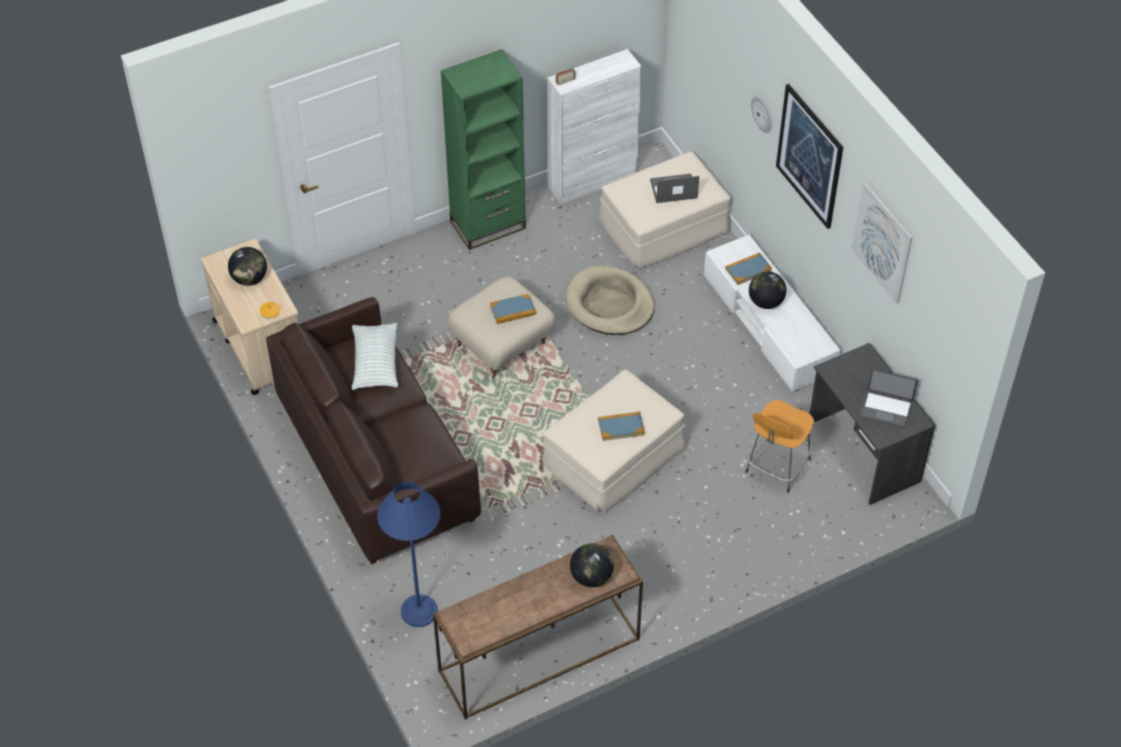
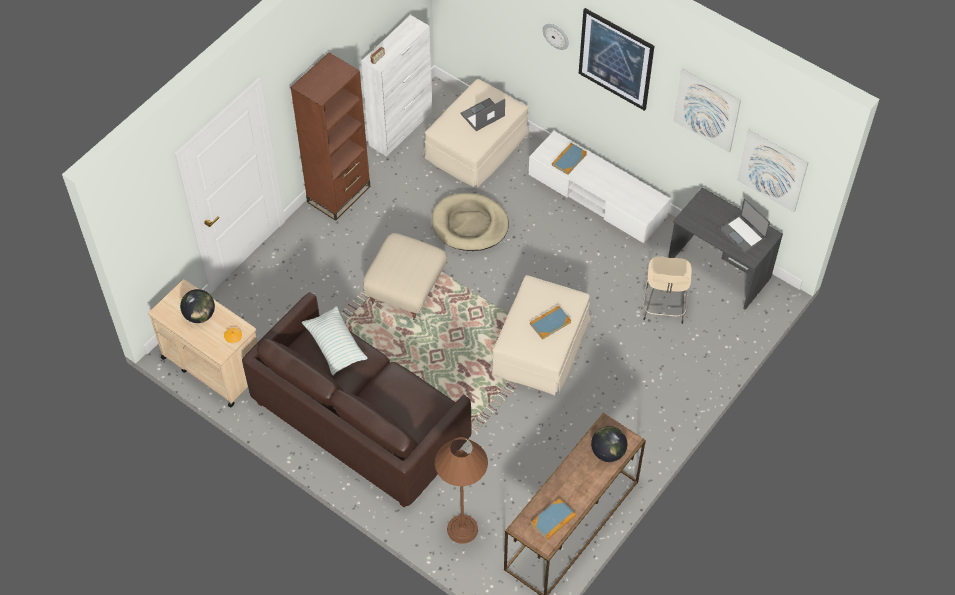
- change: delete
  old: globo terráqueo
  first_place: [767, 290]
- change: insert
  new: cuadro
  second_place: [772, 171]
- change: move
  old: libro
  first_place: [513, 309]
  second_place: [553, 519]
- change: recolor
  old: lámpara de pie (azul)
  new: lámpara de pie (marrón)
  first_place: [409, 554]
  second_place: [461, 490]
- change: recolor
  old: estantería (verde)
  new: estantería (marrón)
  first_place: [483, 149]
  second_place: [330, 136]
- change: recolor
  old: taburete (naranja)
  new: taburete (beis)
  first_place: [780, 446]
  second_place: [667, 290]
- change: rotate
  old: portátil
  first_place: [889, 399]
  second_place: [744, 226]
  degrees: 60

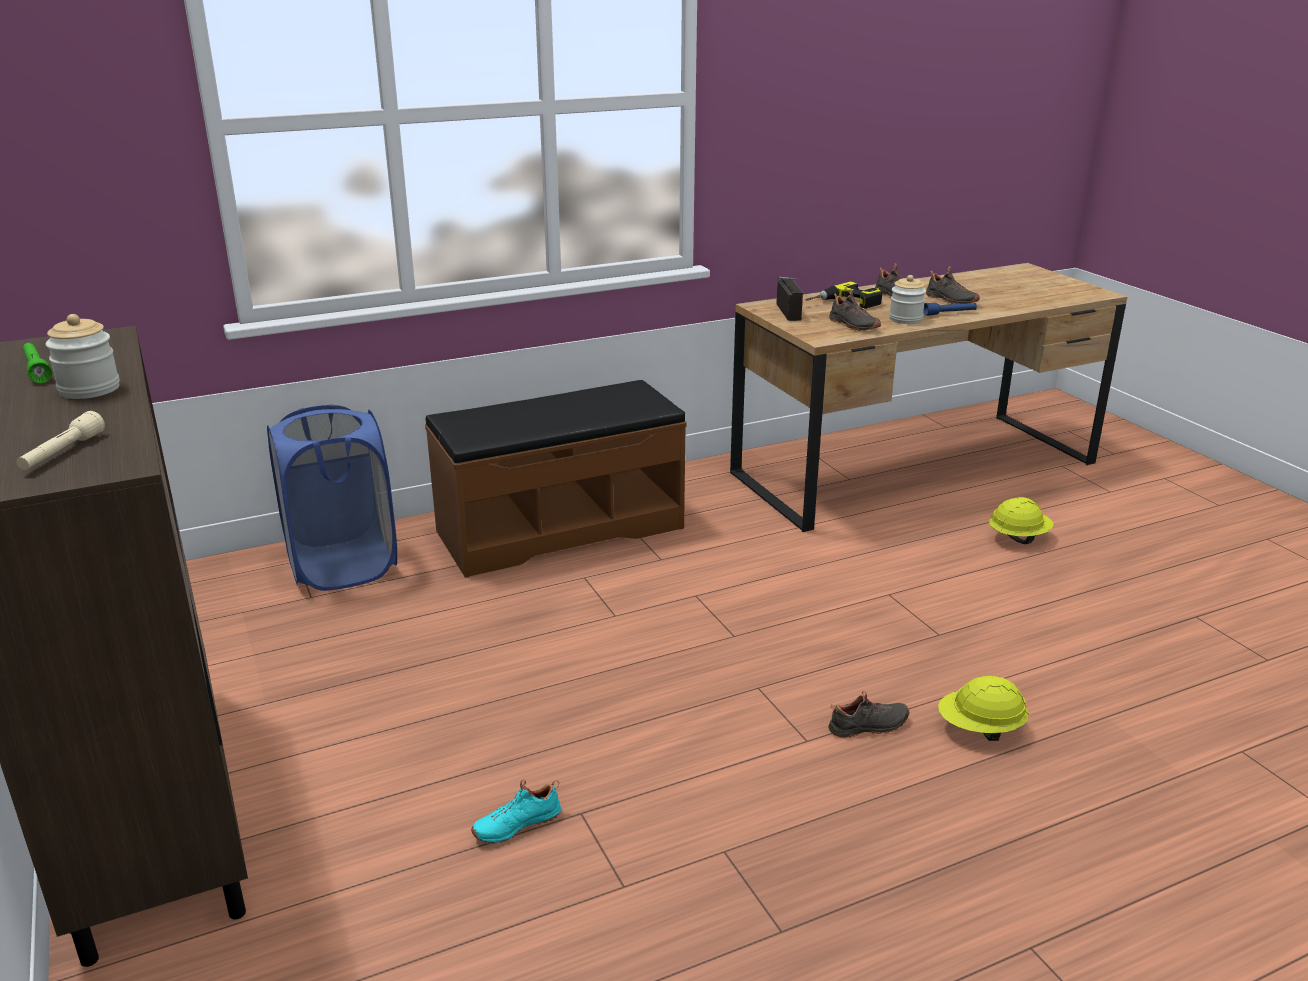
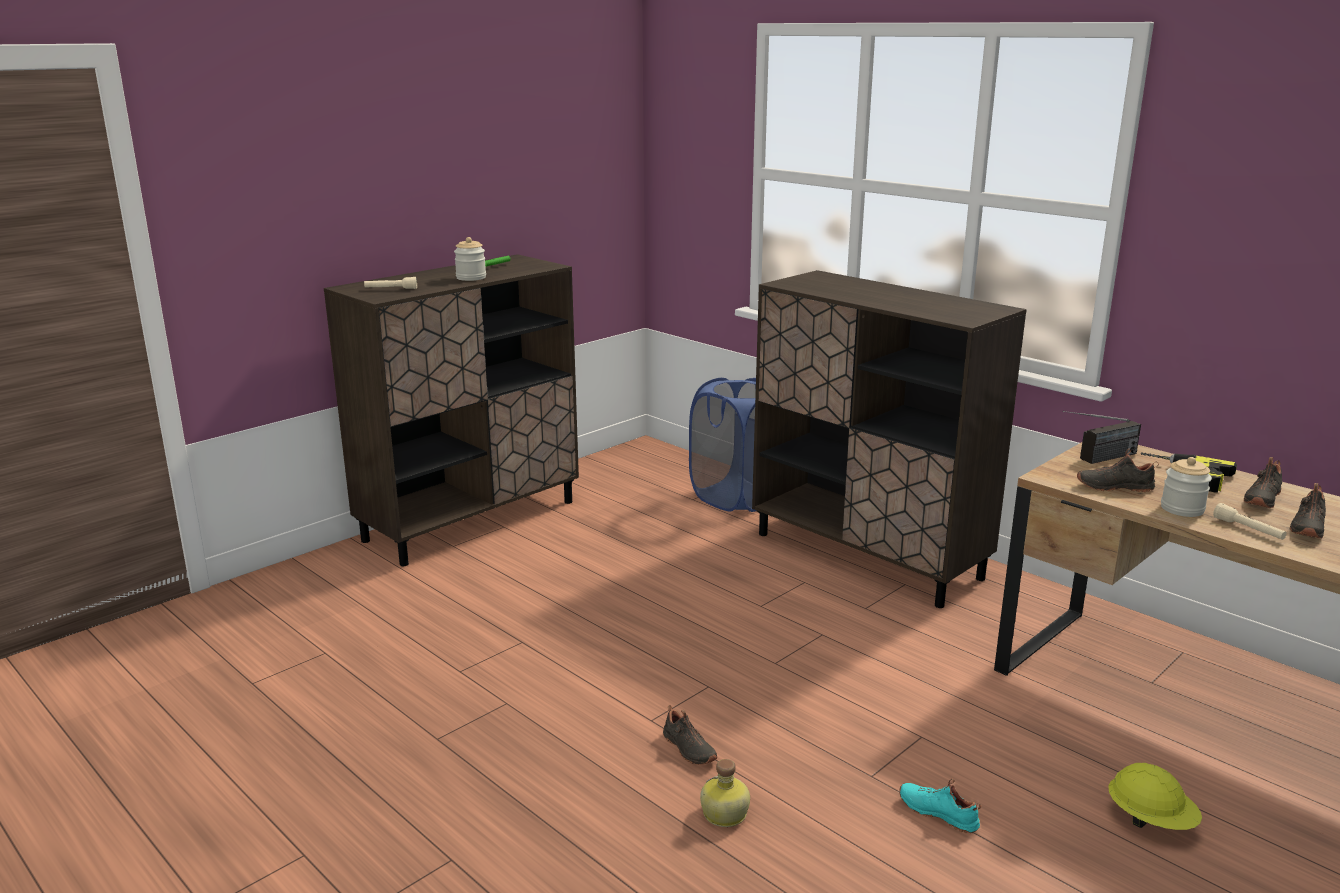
- change: move
  old: zapato (turquesa)
  first_place: [516, 811]
  second_place: [940, 806]
- change: replace
  old: banco (marrón)
  new: armario (marrón)
  first_place: [556, 479]
  second_place: [889, 439]
- change: replace
  old: casco (amarillo)
  new: botella
  first_place: [983, 708]
  second_place: [725, 793]
- change: recolor
  old: linterna (azul)
  new: linterna (beis)
  first_place: [950, 309]
  second_place: [1250, 521]
- change: rotate
  old: zapato (negro)
  first_place: [855, 310]
  second_place: [1118, 470]
  degrees: 60

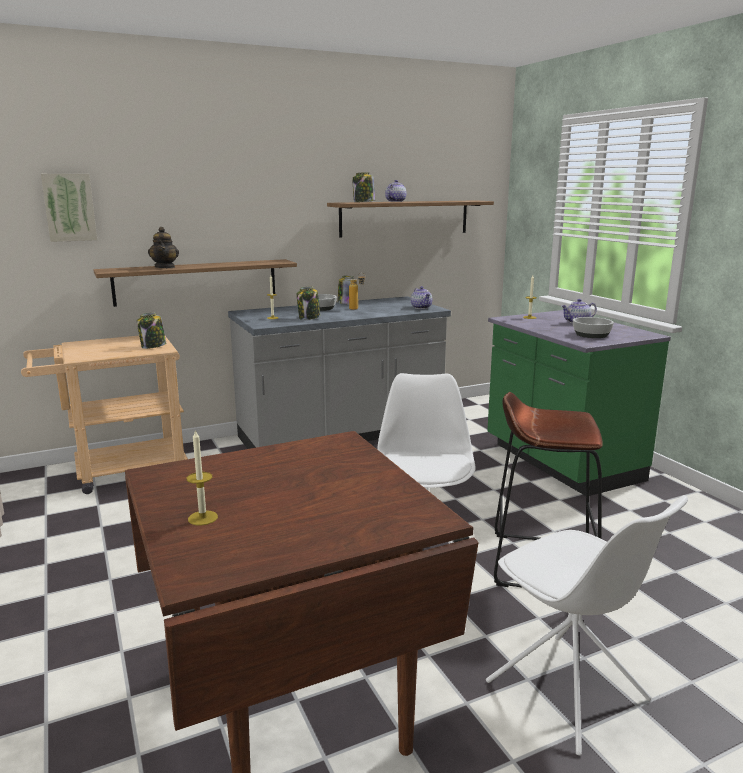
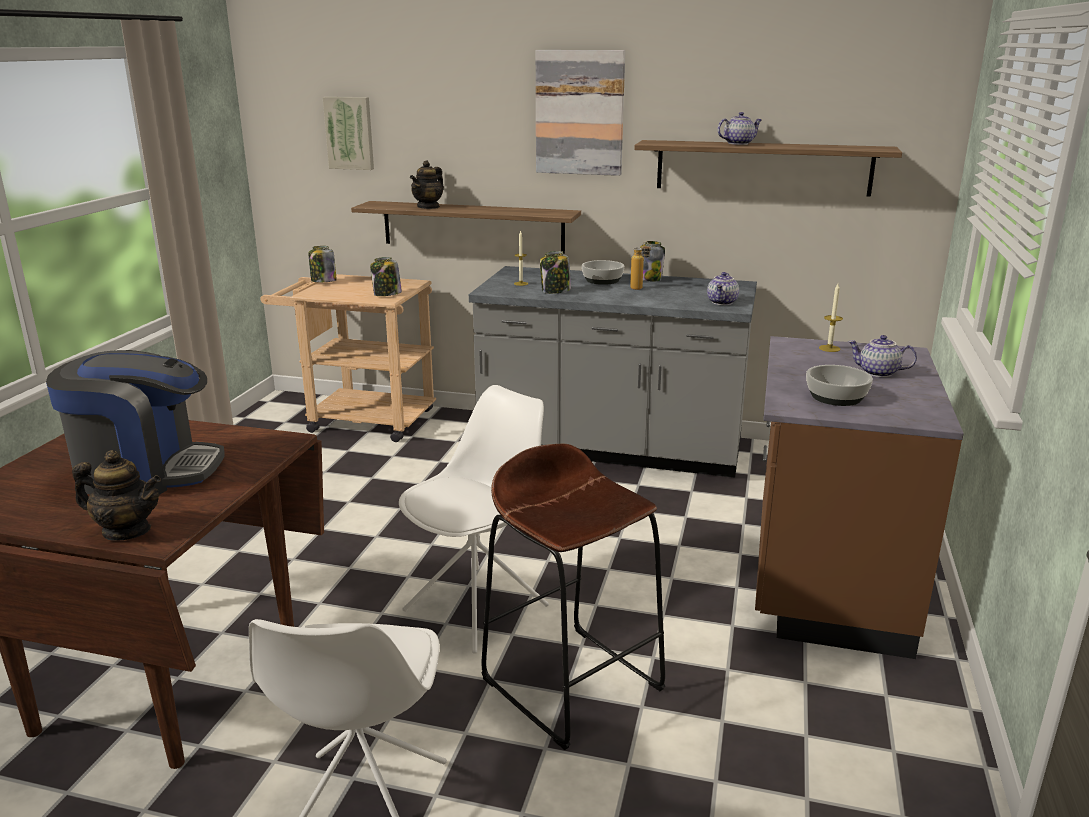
- change: delete
  old: vela
  first_place: [202, 477]
- change: insert
  new: cafetera
  second_place: [135, 422]
- change: insert
  new: tetera
  second_place: [116, 495]
- change: insert
  new: cuadro
  second_place: [580, 113]
- change: move
  old: tarro
  first_place: [363, 187]
  second_place: [323, 264]
- change: recolor
  old: mueble bajo de cocina (verde)
  new: mueble bajo de cocina (marrón)
  first_place: [579, 403]
  second_place: [859, 497]

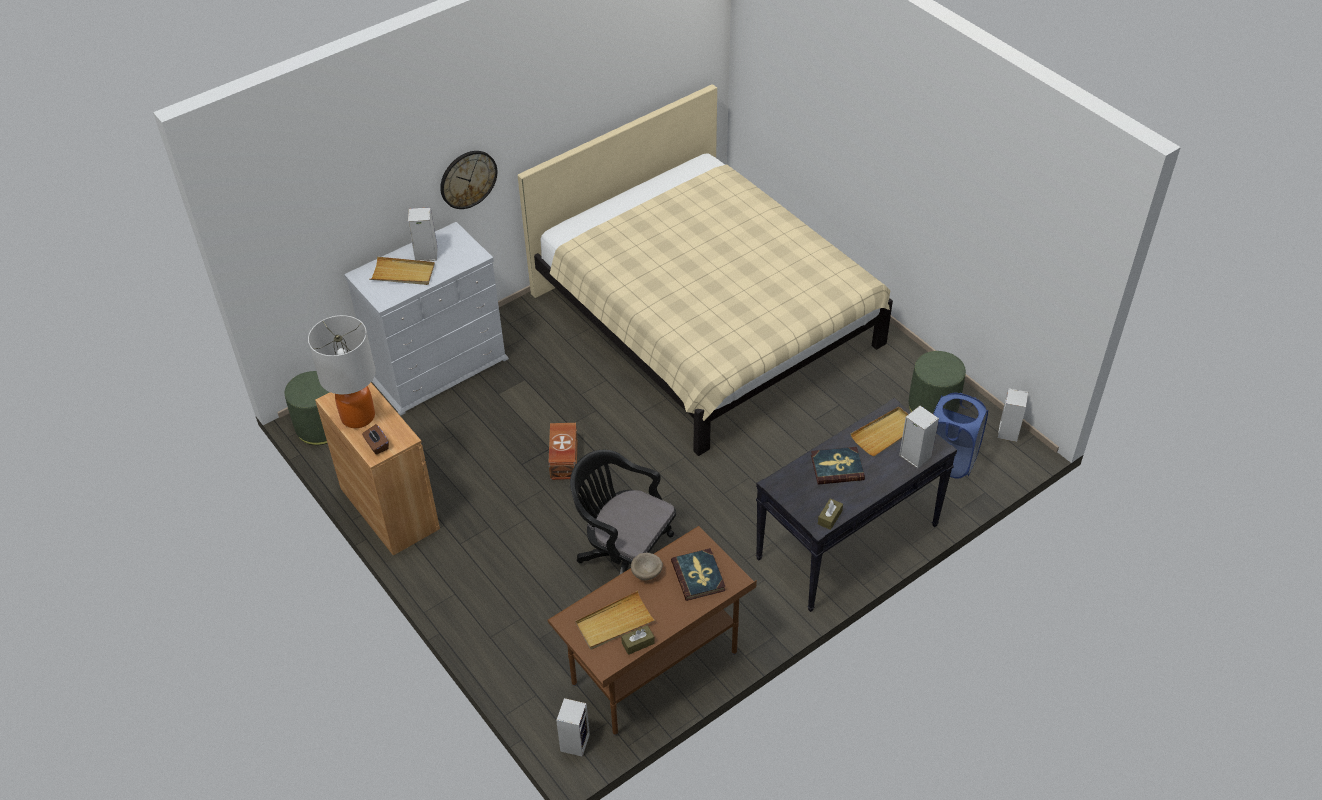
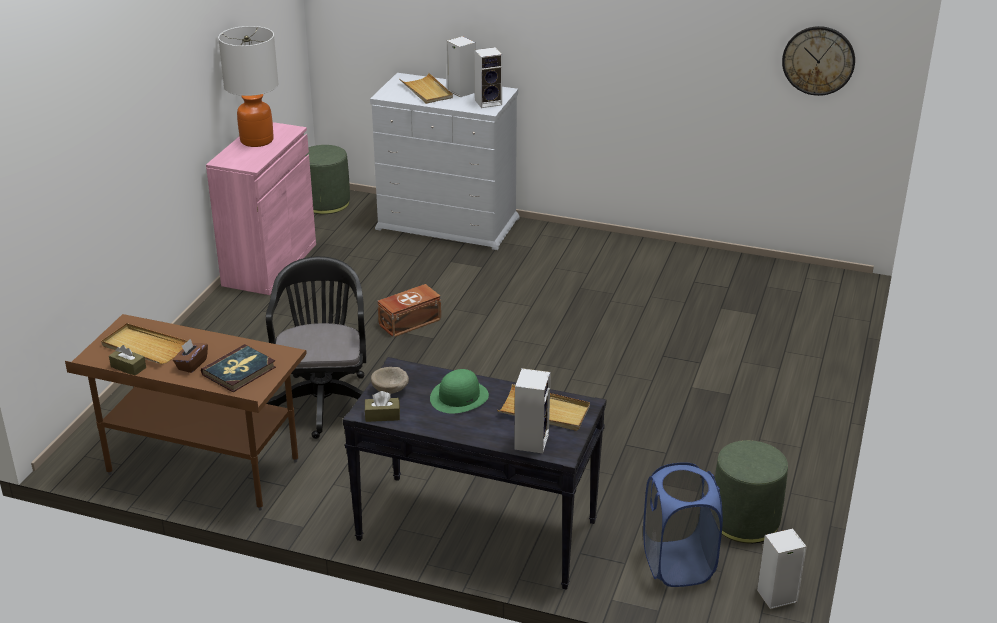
- change: delete
  old: cama (beis)
  first_place: [705, 270]
- change: move
  old: caja de pañuelos (marrón)
  first_place: [375, 439]
  second_place: [190, 356]
- change: move
  old: reloj de pared
  first_place: [468, 180]
  second_place: [818, 61]
- change: move
  old: altavoz
  first_place: [573, 727]
  second_place: [488, 77]
- change: move
  old: cuenco (beis)
  first_place: [647, 566]
  second_place: [390, 380]
- change: replace
  old: libro
  new: sombrero (verde)
  first_place: [838, 466]
  second_place: [459, 391]
- change: recolor
  old: armario (marrón)
  new: armario (rosa)
  first_place: [377, 469]
  second_place: [261, 208]

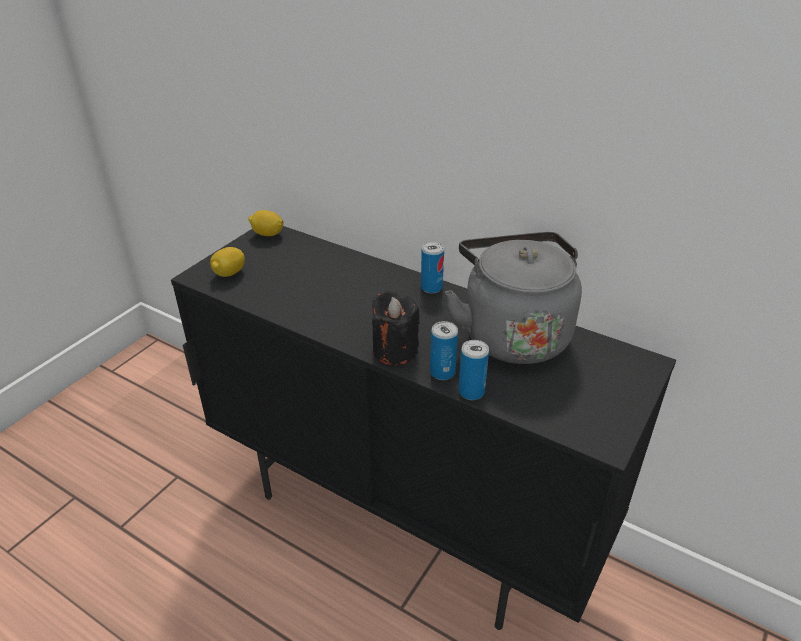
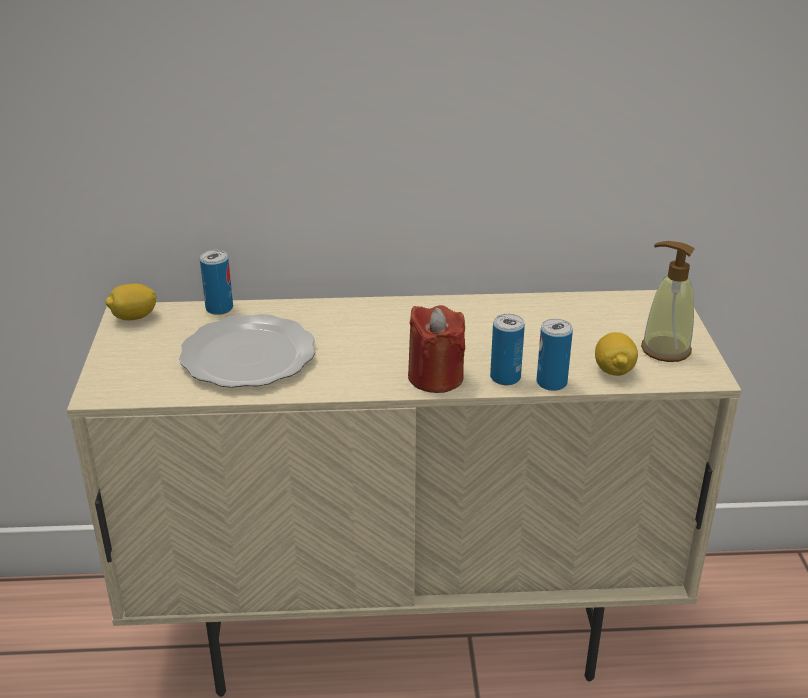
- change: delete
  old: hervidor (gris)
  first_place: [513, 298]
- change: insert
  new: plato
  second_place: [247, 351]
- change: insert
  new: dispensador de jabón
  second_place: [668, 301]
- change: move
  old: limón
  first_place: [227, 262]
  second_place: [616, 354]
- change: move
  old: lata
  first_place: [432, 267]
  second_place: [216, 282]
- change: recolor
  old: armario (negro)
  new: armario (beis)
  first_place: [423, 428]
  second_place: [404, 493]
- change: recolor
  old: vela (negro)
  new: vela (rojo)
  first_place: [396, 327]
  second_place: [436, 349]

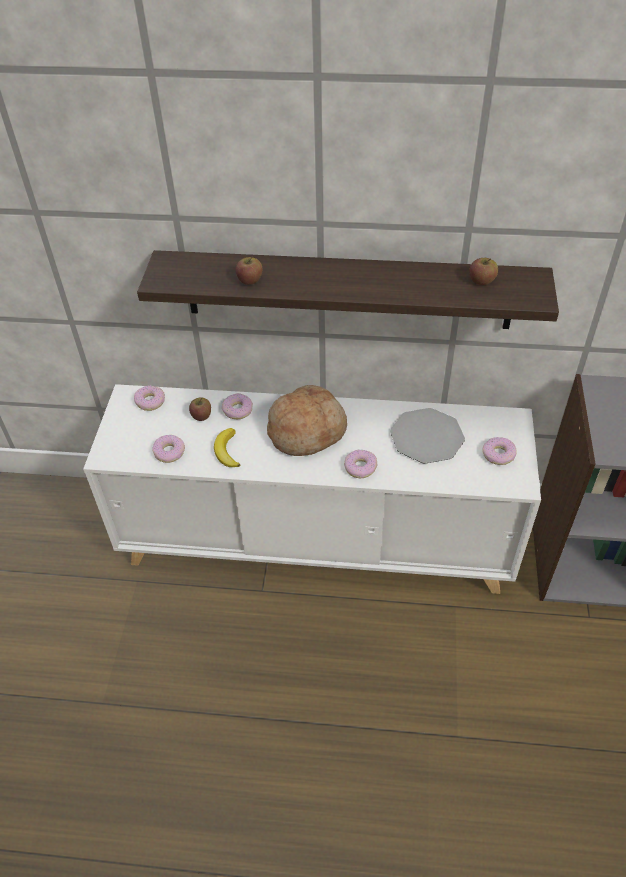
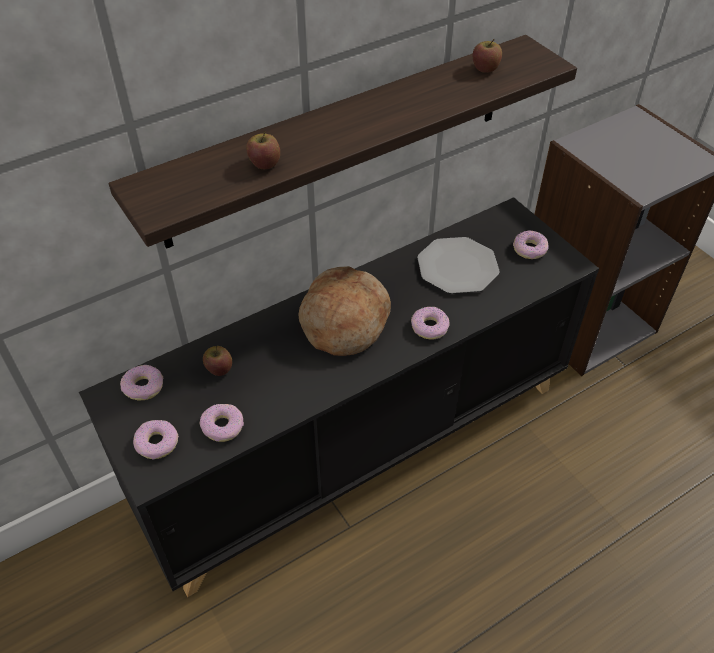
- change: delete
  old: plátano
  first_place: [227, 447]
- change: move
  old: rosquilla
  first_place: [237, 406]
  second_place: [156, 439]
- change: recolor
  old: armario (blanco)
  new: armario (negro)
  first_place: [312, 489]
  second_place: [339, 397]

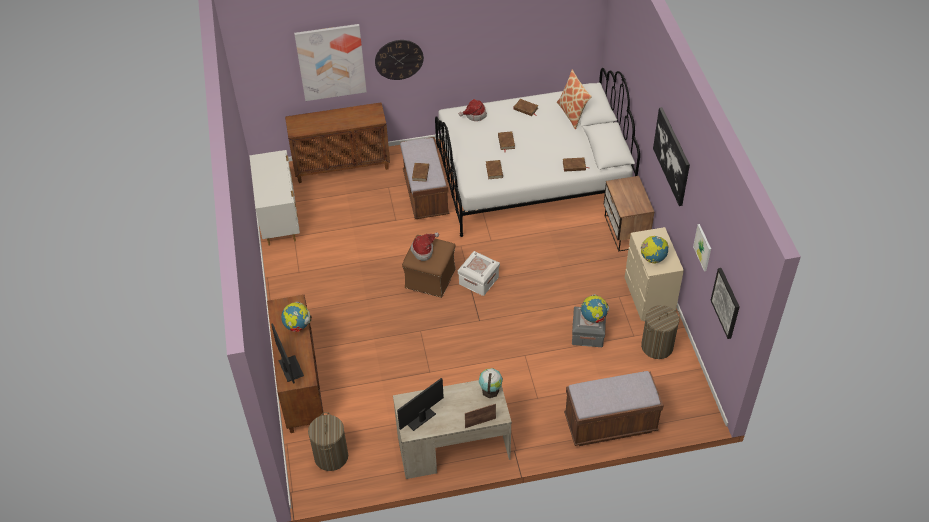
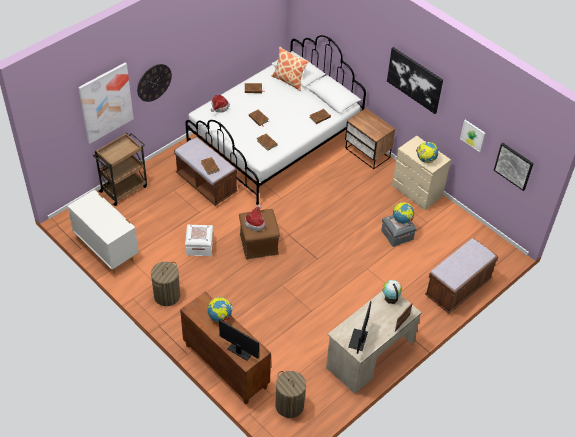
- change: move
  old: caja de almacenaje (blanco)
  first_place: [479, 273]
  second_place: [199, 240]
- change: move
  old: cesto de la ropa
  first_place: [660, 332]
  second_place: [165, 284]
- change: replace
  old: armario (marrón)
  new: carrito (marrón)
  first_place: [337, 142]
  second_place: [120, 169]

